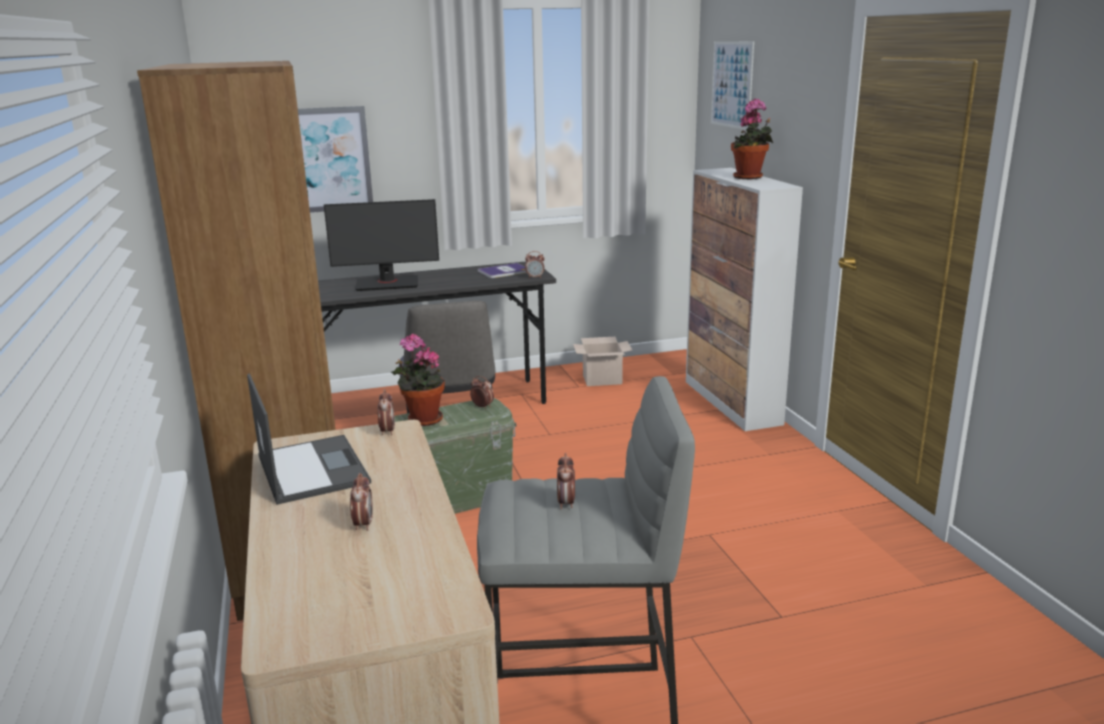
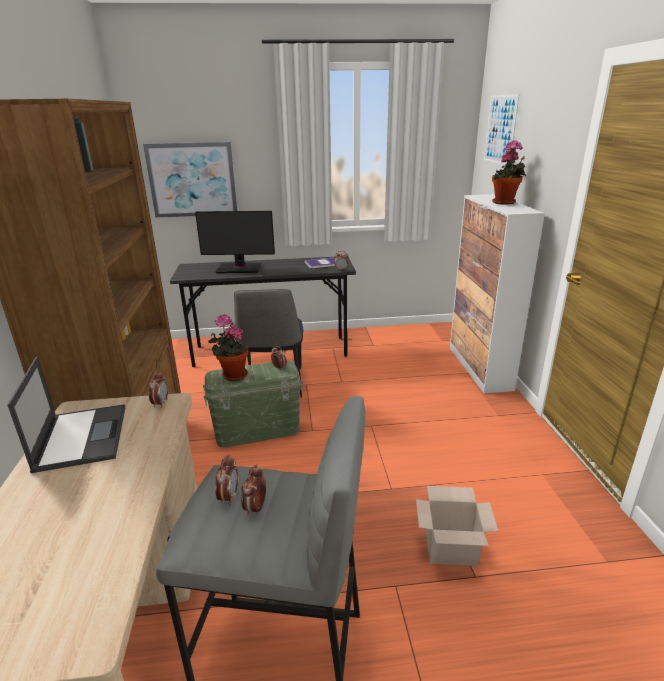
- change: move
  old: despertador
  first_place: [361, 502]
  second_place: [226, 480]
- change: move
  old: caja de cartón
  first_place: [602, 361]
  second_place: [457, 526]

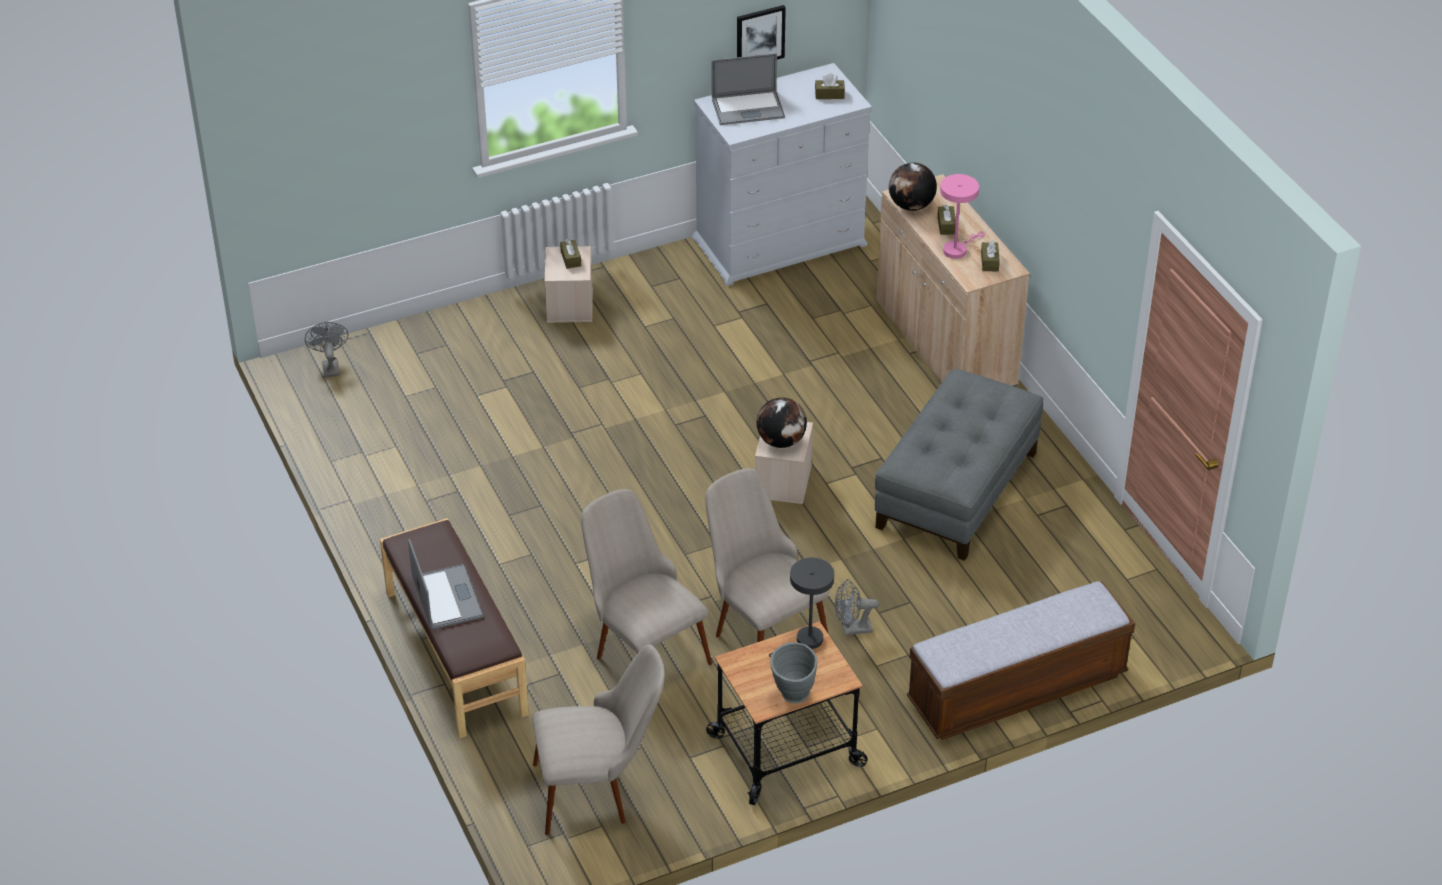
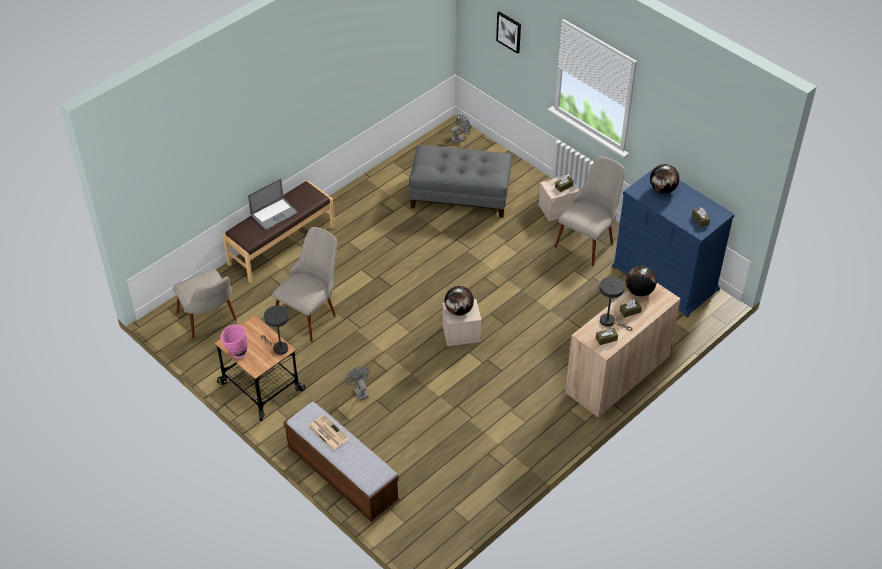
- change: insert
  new: periódico
  second_place: [328, 433]
- change: move
  old: silla (beis)
  first_place: [767, 555]
  second_place: [590, 211]
- change: move
  old: cuadro
  first_place: [761, 32]
  second_place: [508, 32]
- change: move
  old: puf (gris)
  first_place: [959, 465]
  second_place: [460, 181]
- change: replace
  old: portátil
  new: globo terráqueo
  first_place: [748, 89]
  second_place: [665, 179]
- change: recolor
  old: cómoda (blanco)
  new: cómoda (azul)
  first_place: [782, 174]
  second_place: [673, 241]
- change: recolor
  old: florero (gris)
  new: florero (rosa)
  first_place: [794, 672]
  second_place: [234, 341]
- change: recolor
  old: lámpara de mesa (rosa)
  new: lámpara de mesa (gris)
  first_place: [962, 216]
  second_place: [615, 304]

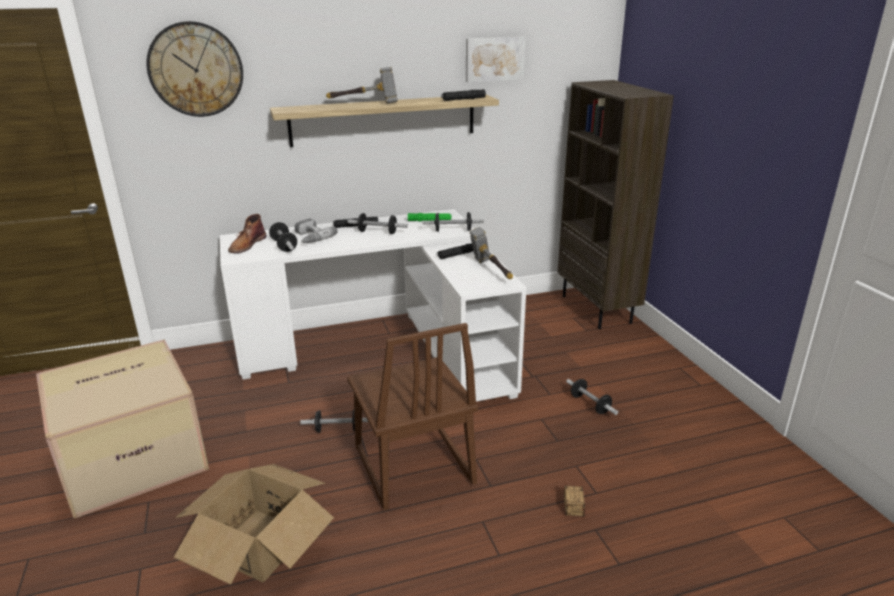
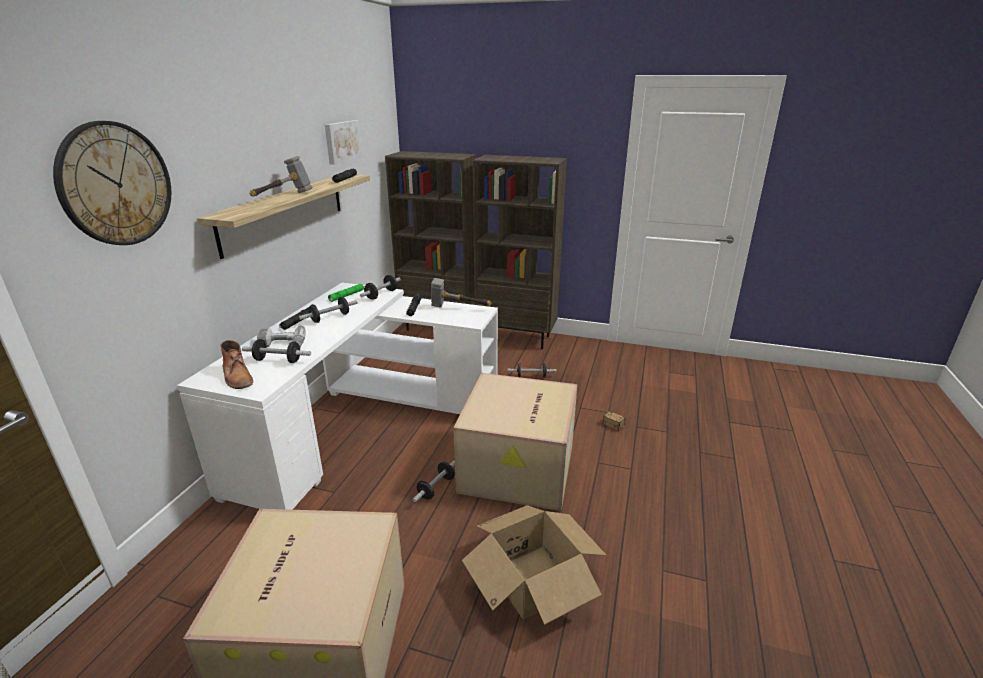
- change: insert
  new: estantería (marrón)
  second_place: [520, 252]
- change: replace
  old: silla (marrón)
  new: caja de cartón
  first_place: [412, 416]
  second_place: [515, 442]

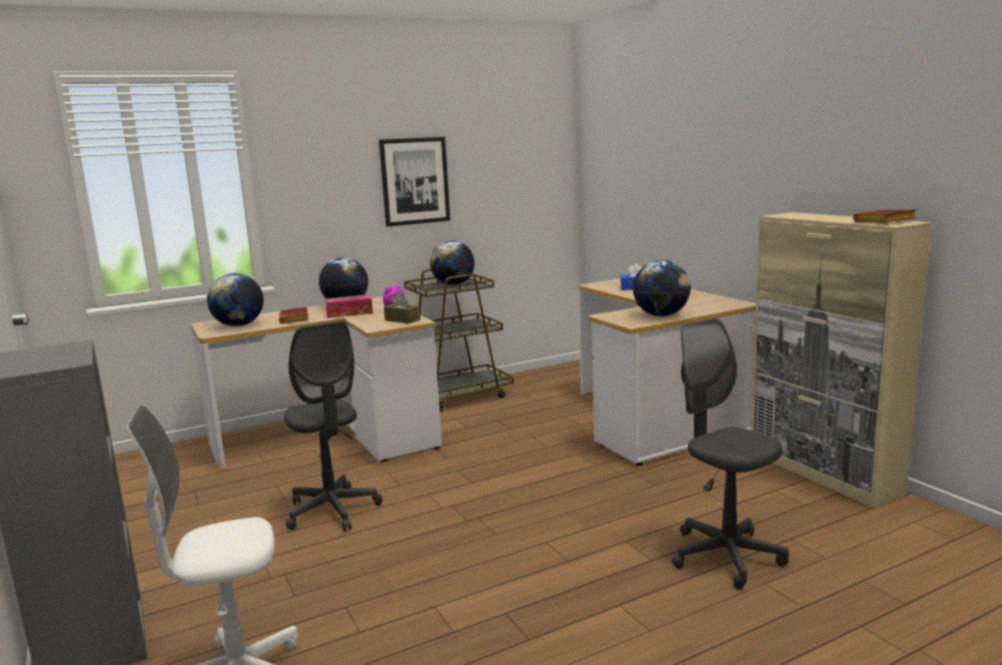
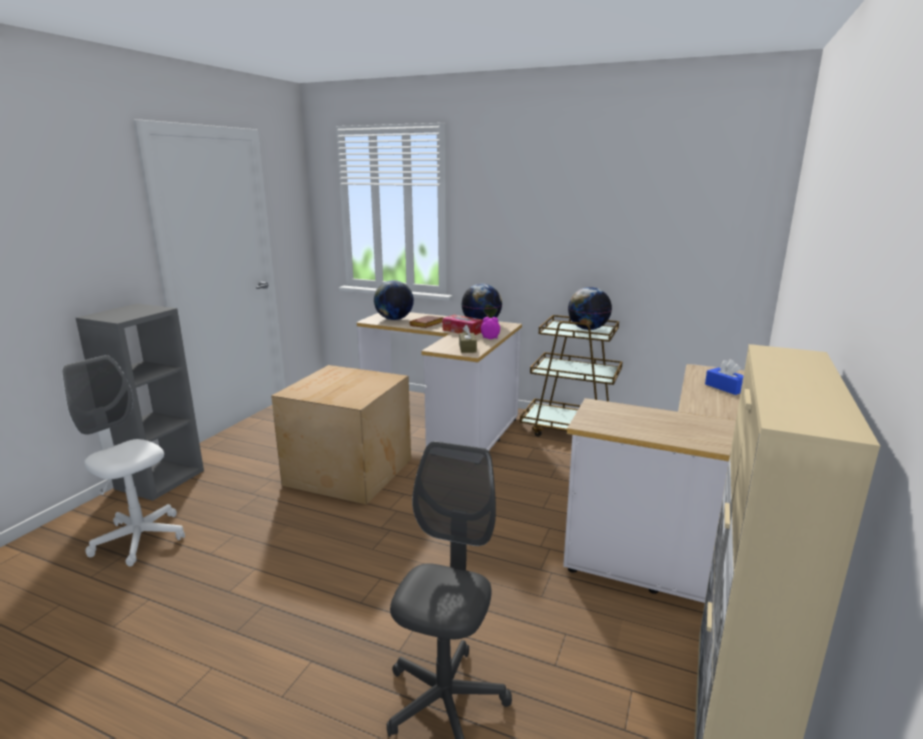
- change: delete
  old: cuadro
  first_place: [414, 182]
- change: delete
  old: globo terráqueo
  first_place: [662, 288]
- change: delete
  old: libro (marrón)
  first_place: [884, 215]
- change: replace
  old: silla de oficina (gris)
  new: caja de cartón
  first_place: [333, 426]
  second_place: [341, 435]

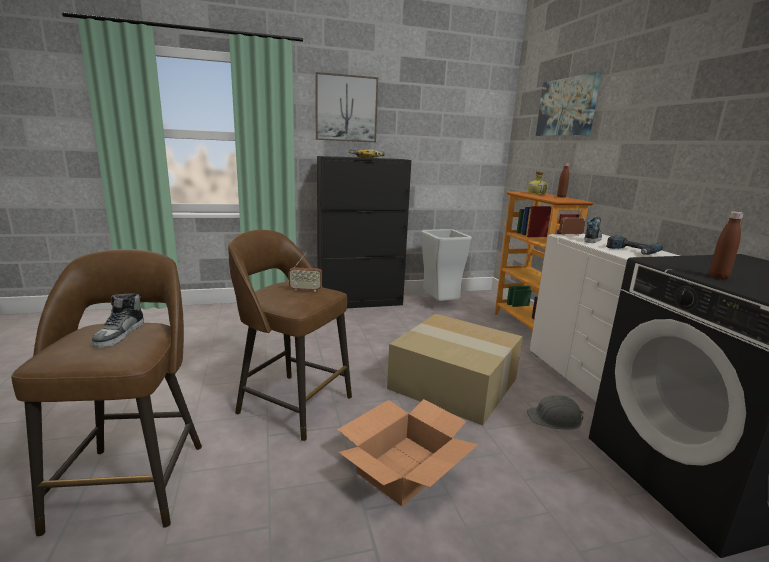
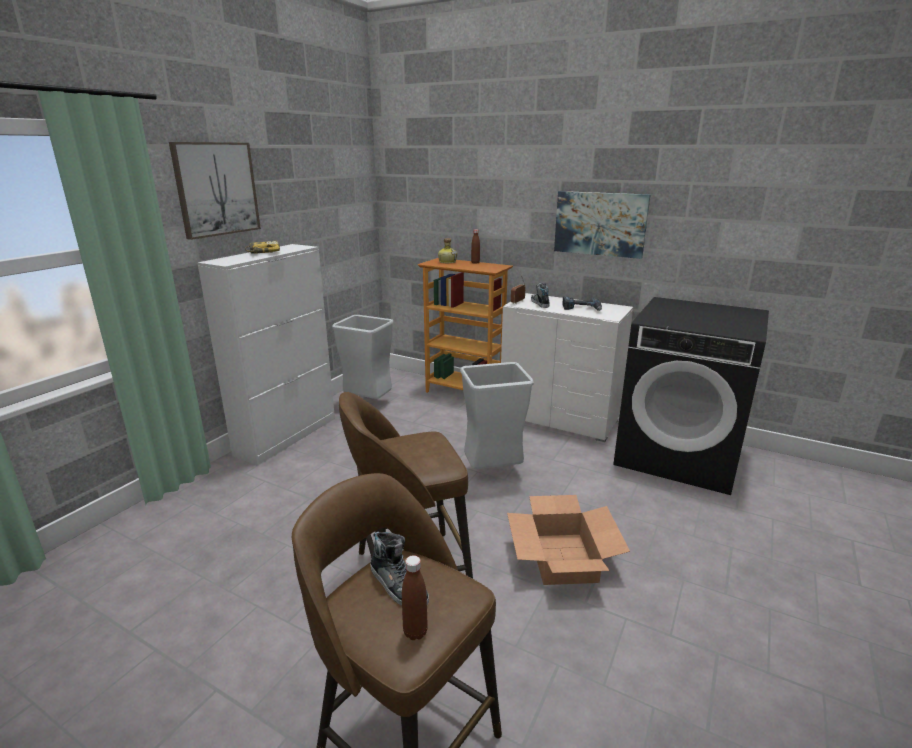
- change: delete
  old: radio
  first_place: [305, 271]
- change: delete
  old: casco (gris)
  first_place: [555, 412]
- change: move
  old: cuadro
  first_place: [568, 104]
  second_place: [602, 225]
- change: move
  old: botella (marrón)
  first_place: [726, 245]
  second_place: [415, 597]
- change: replace
  old: caja de cartón
  new: papelera (gris)
  first_place: [455, 369]
  second_place: [497, 415]
- change: recolor
  old: armario (negro)
  new: armario (blanco)
  first_place: [364, 232]
  second_place: [266, 355]

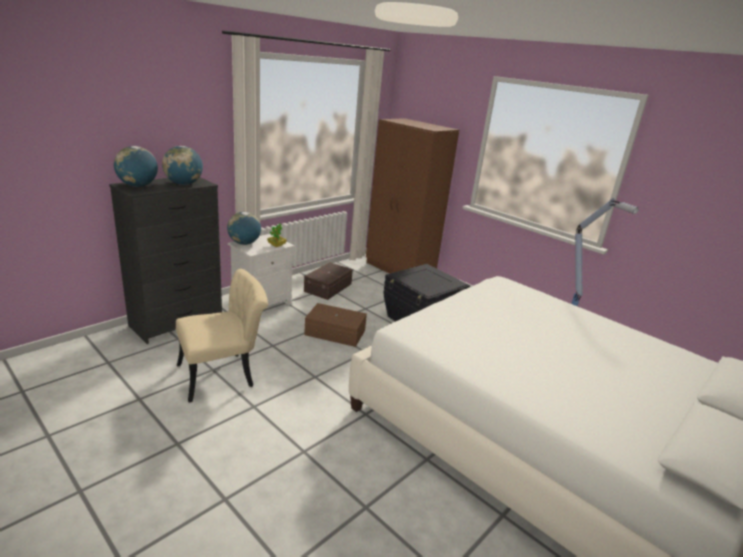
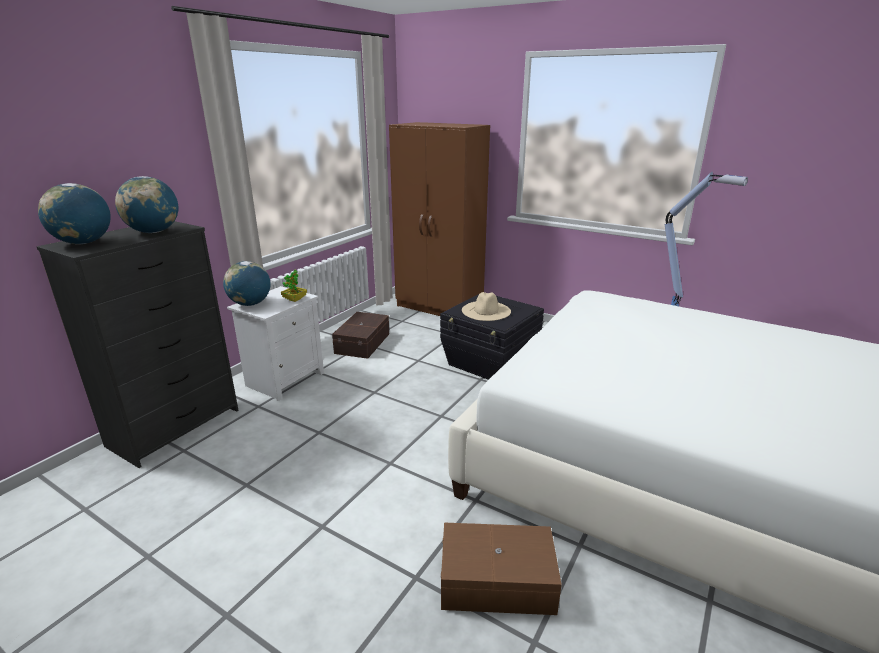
- change: delete
  old: silla (beis)
  first_place: [222, 336]
- change: insert
  new: sombrero (beis)
  second_place: [486, 306]
- change: move
  old: caja de almacenaje (marrón)
  first_place: [335, 325]
  second_place: [501, 568]

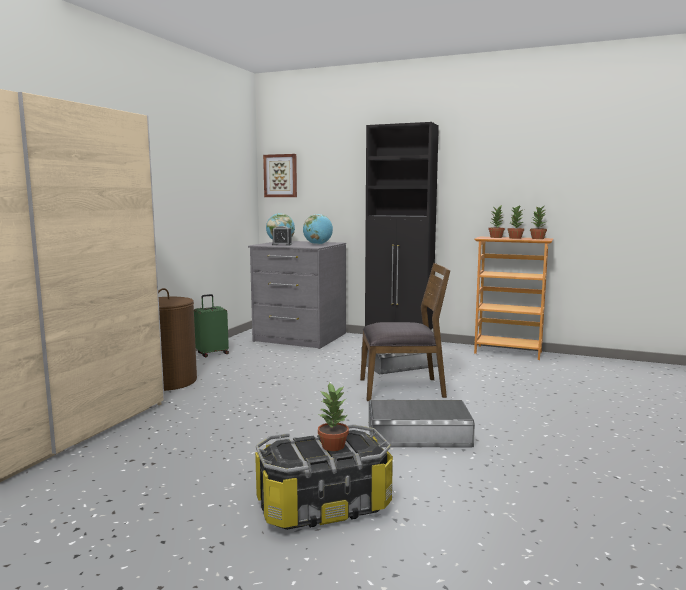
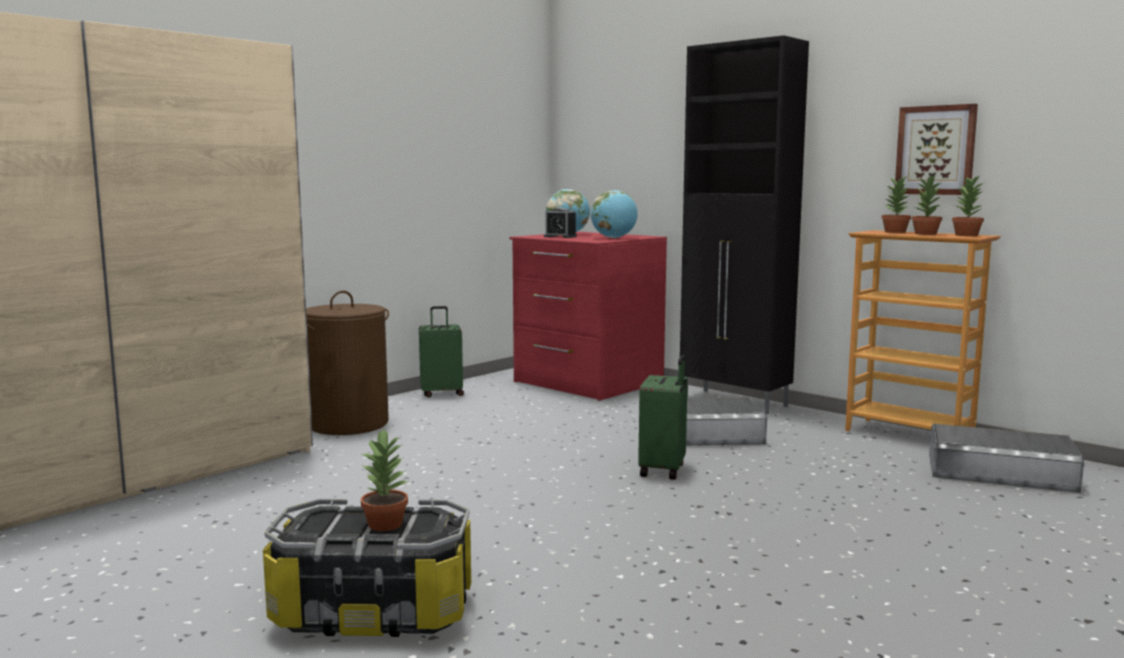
- change: move
  old: cuadro
  first_place: [280, 175]
  second_place: [936, 149]
- change: move
  old: caja de almacenaje (gris)
  first_place: [422, 423]
  second_place: [1006, 458]
- change: replace
  old: silla (marrón)
  new: maleta (verde)
  first_place: [405, 332]
  second_place: [663, 417]
- change: recolor
  old: cómoda (gris)
  new: cómoda (rojo)
  first_place: [297, 295]
  second_place: [588, 316]

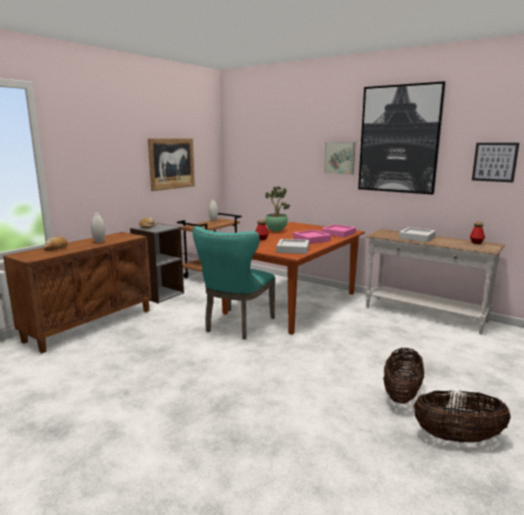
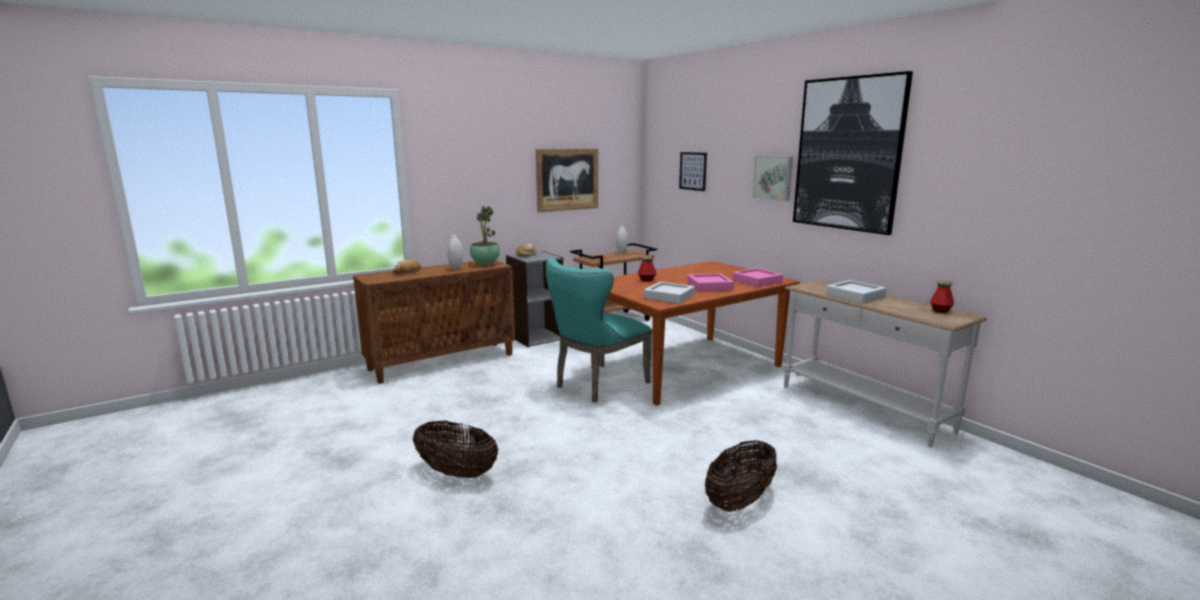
- change: move
  old: planta en maceta
  first_place: [277, 209]
  second_place: [485, 235]
- change: move
  old: cesta
  first_place: [462, 416]
  second_place: [455, 449]
- change: move
  old: cuadro
  first_place: [495, 162]
  second_place: [693, 171]

